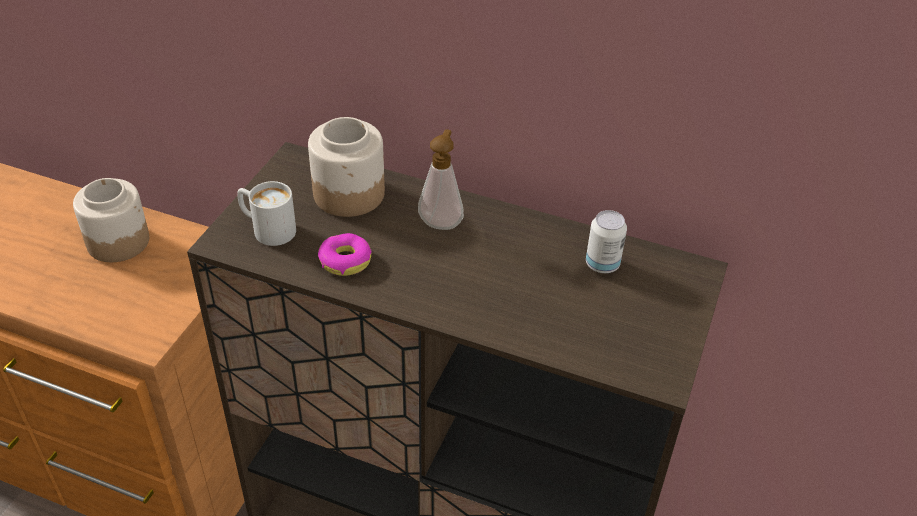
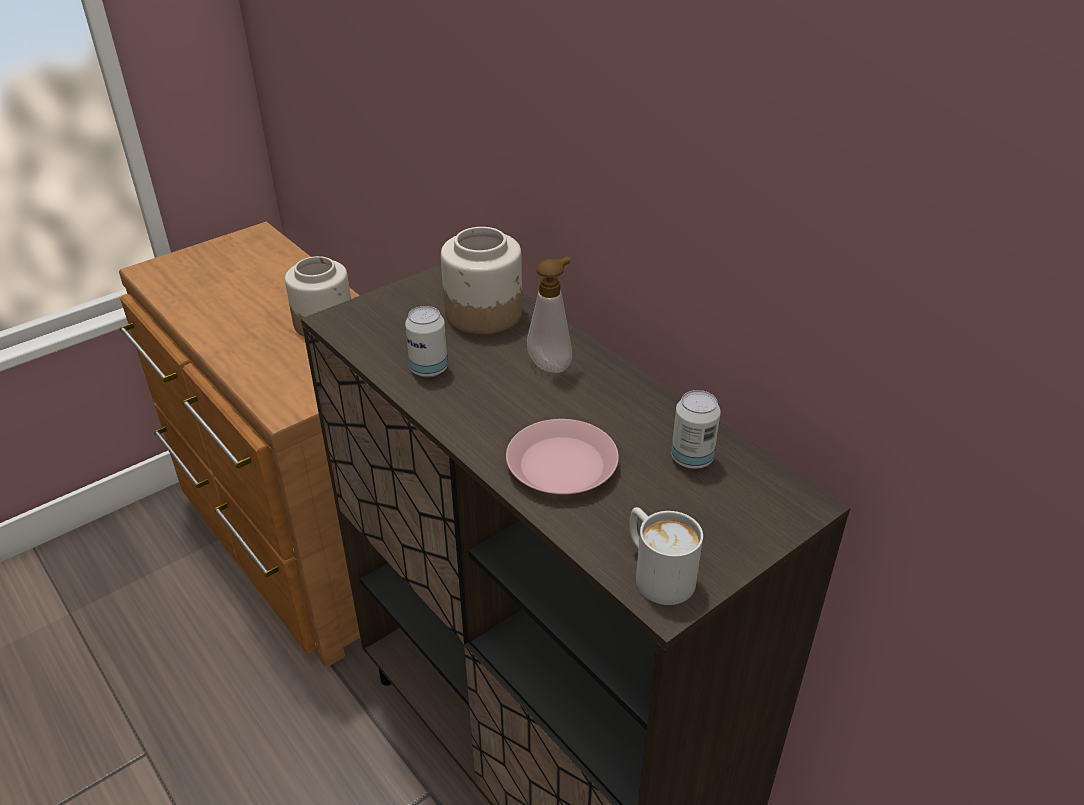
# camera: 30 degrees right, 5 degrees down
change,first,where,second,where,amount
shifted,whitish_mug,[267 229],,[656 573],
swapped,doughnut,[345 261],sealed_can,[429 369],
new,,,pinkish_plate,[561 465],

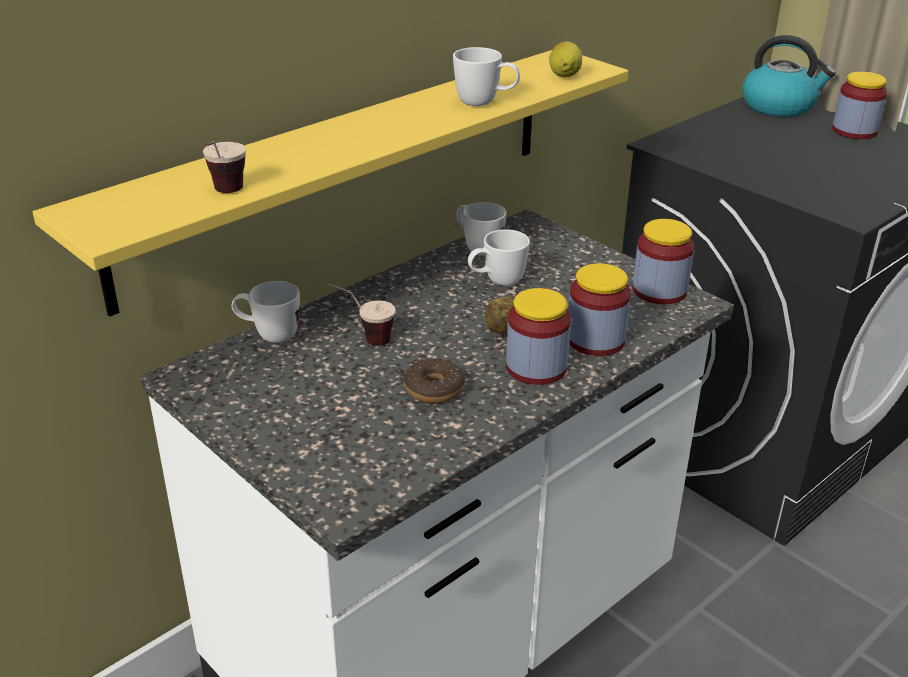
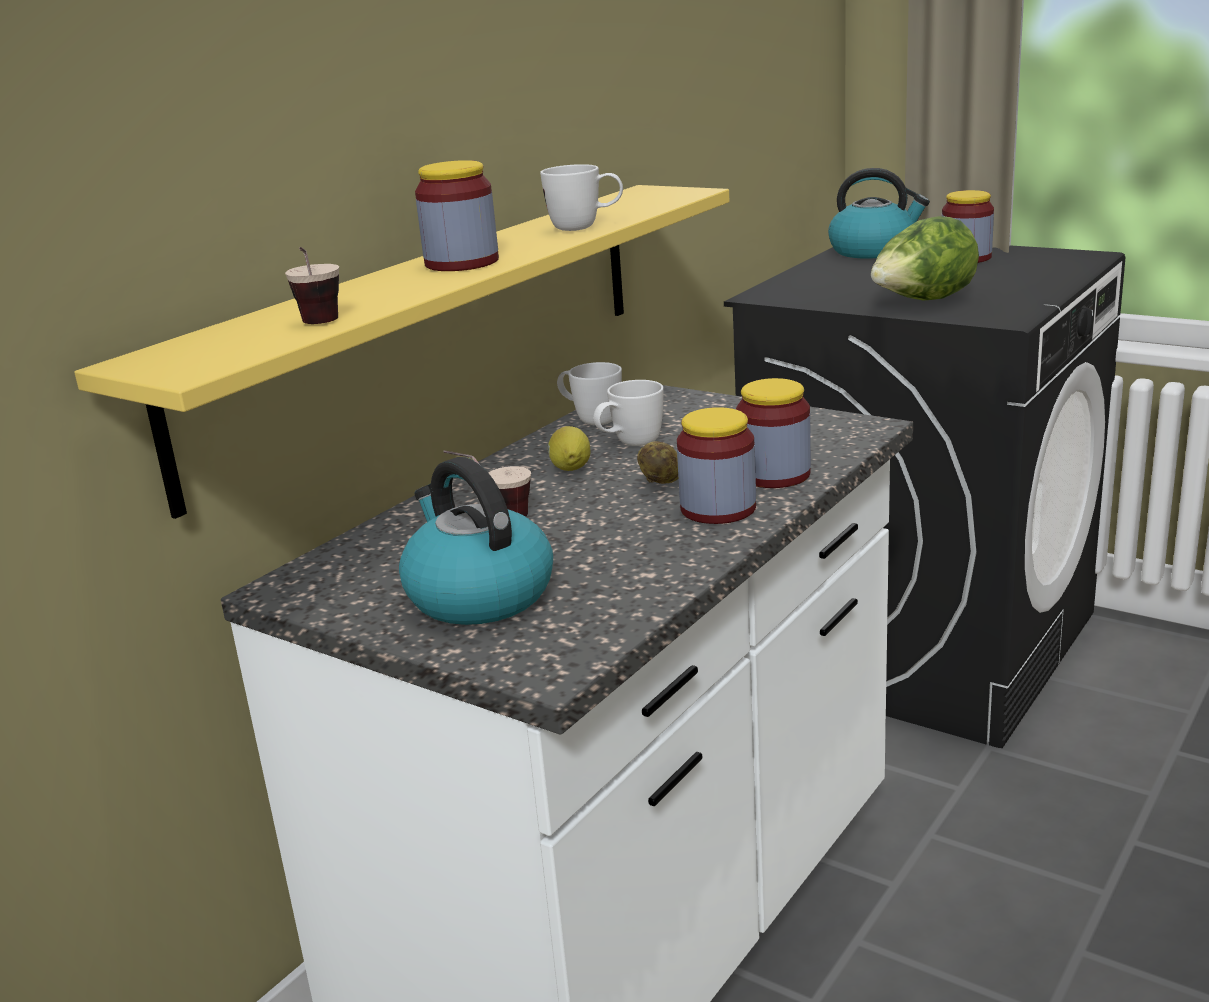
# camera: 10 degrees left, 10 degrees down
change,first,where,second,where,amount
shifted,citrus_fruit,[564 76],,[570 469],
shifted,storage_jar,[659 290],,[462 262],
gone,whitish_mug,[268 335],,,
gone,doughnut,[434 389],,,
new,,,lettuce_head,[922 302],
new,,,water_kettle,[477 595],

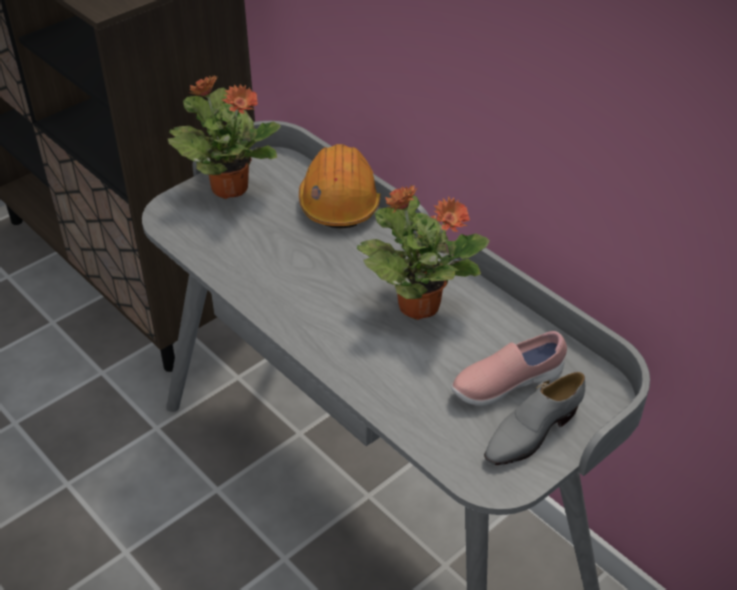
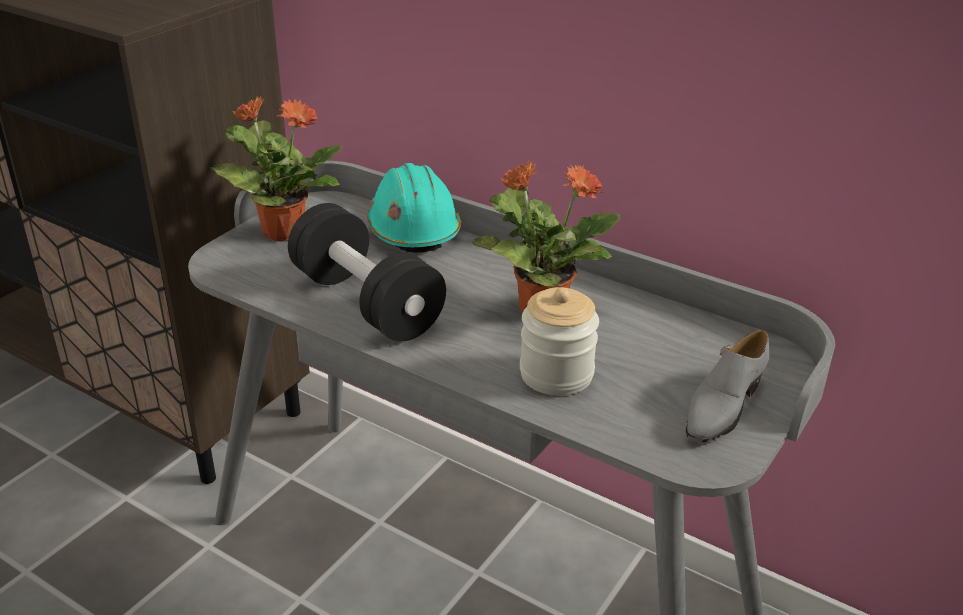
# camera: 15 degrees left, 10 degrees down
change,first,where,second,where,amount
repainted,orange-coloured_safety_helmet,[340 202],blue-green_safety_helmet,[413 229],
gone,pinkish_shoe,[506 384],,,
new,,,black-coloured_hand_weight,[366 302],
new,,,storage_jar,[556 374],

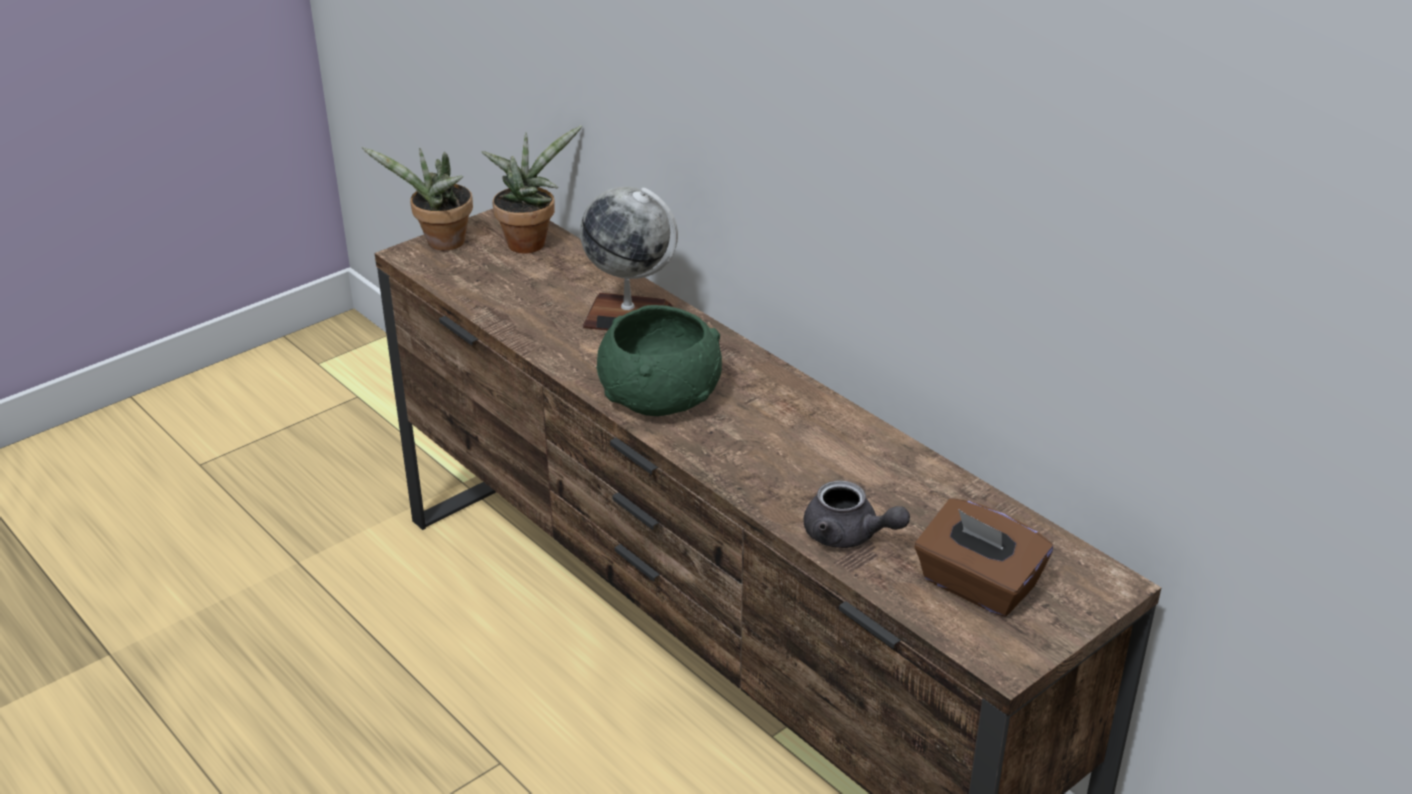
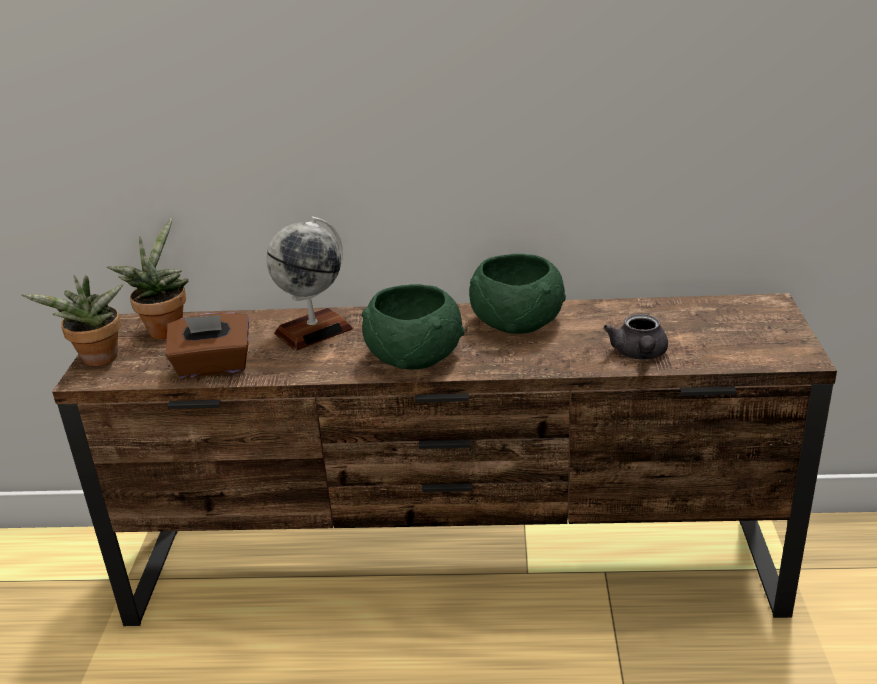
# camera: 45 degrees left, 5 degrees down
change,first,where,second,where,amount
rotated,greyish_teapot,[849 536],,[639 354],105 degrees clockwise
shifted,brown-coloured_box_of_tissues,[977 586],,[213 366],
new,,,green_deep_dish,[517 321],

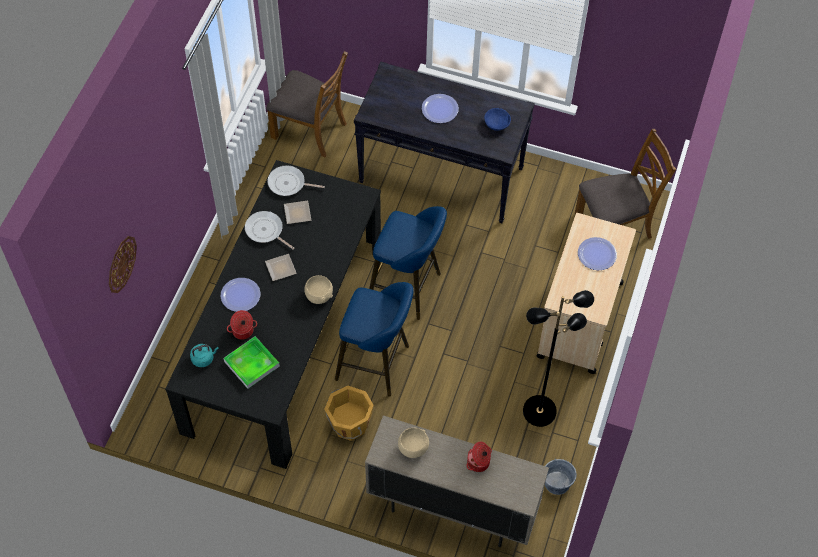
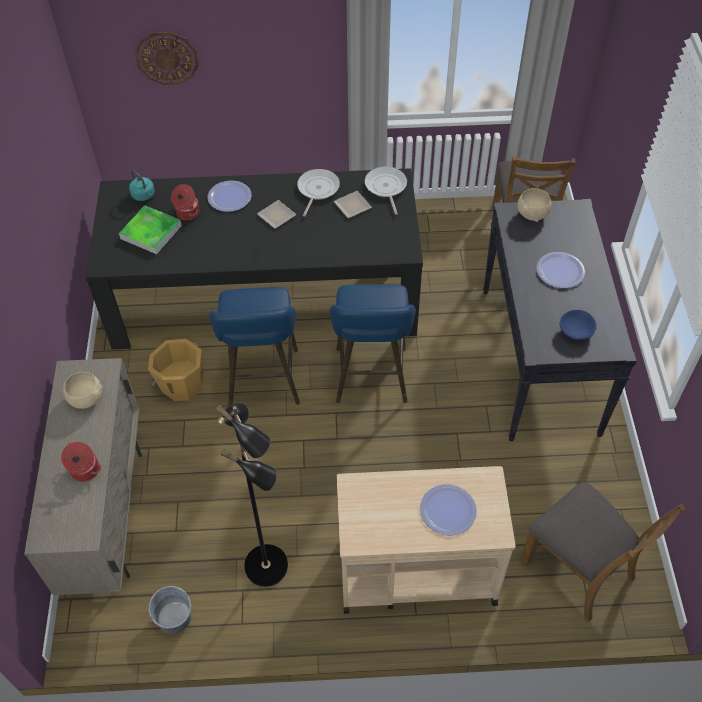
# camera: 70 degrees right, 5 degrees down
change,first,where,second,where,amount
shifted,sand-coloured_deep_dish,[319 295],,[533 214],

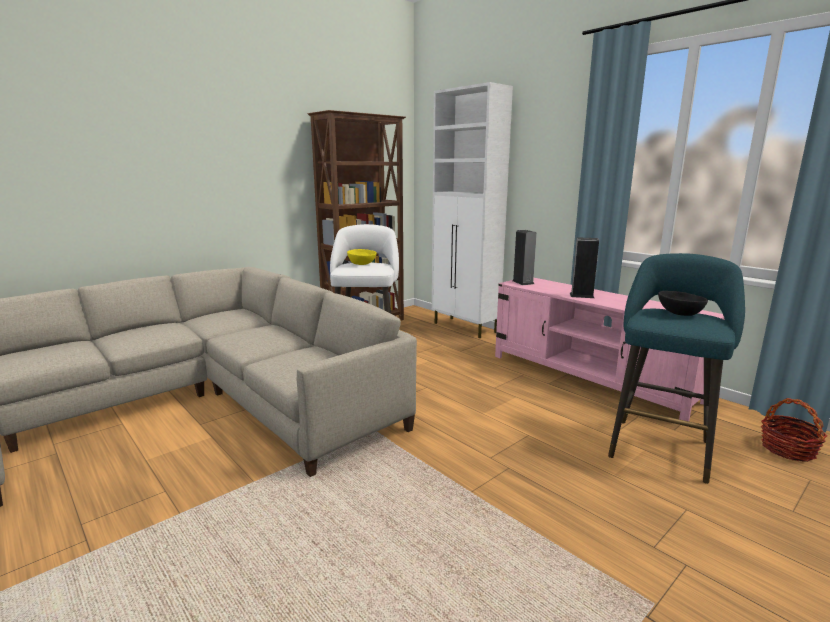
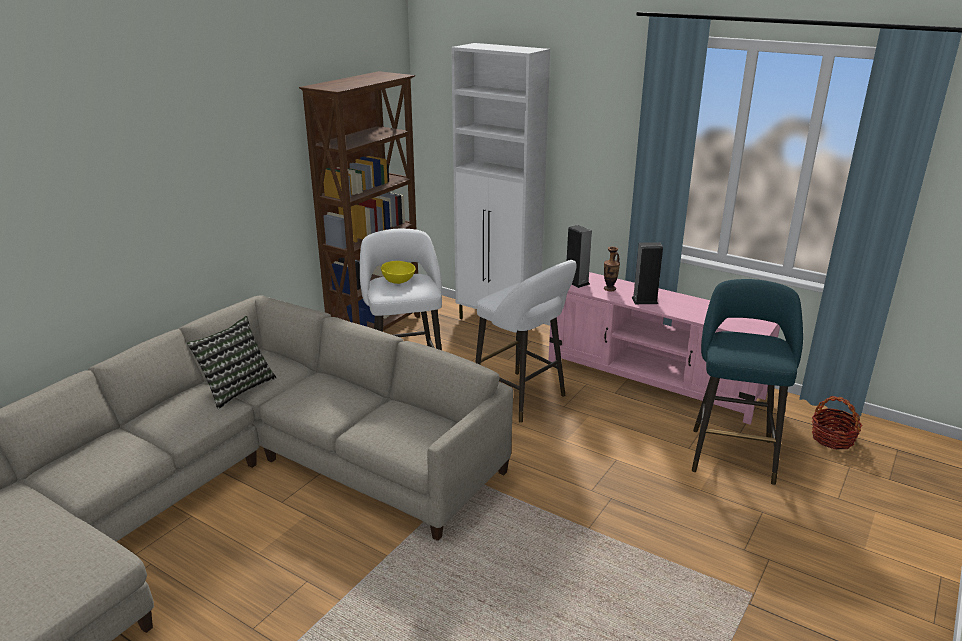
# camera: 15 degrees left, 10 degrees up
change,first,where,second,where,amount
gone,black-coloured_deep_dish,[679 313],,,
new,,,flower_vase,[609 289],
new,,,whitish_stool_seat,[523 398],
new,,,throw_pillow,[236 388],

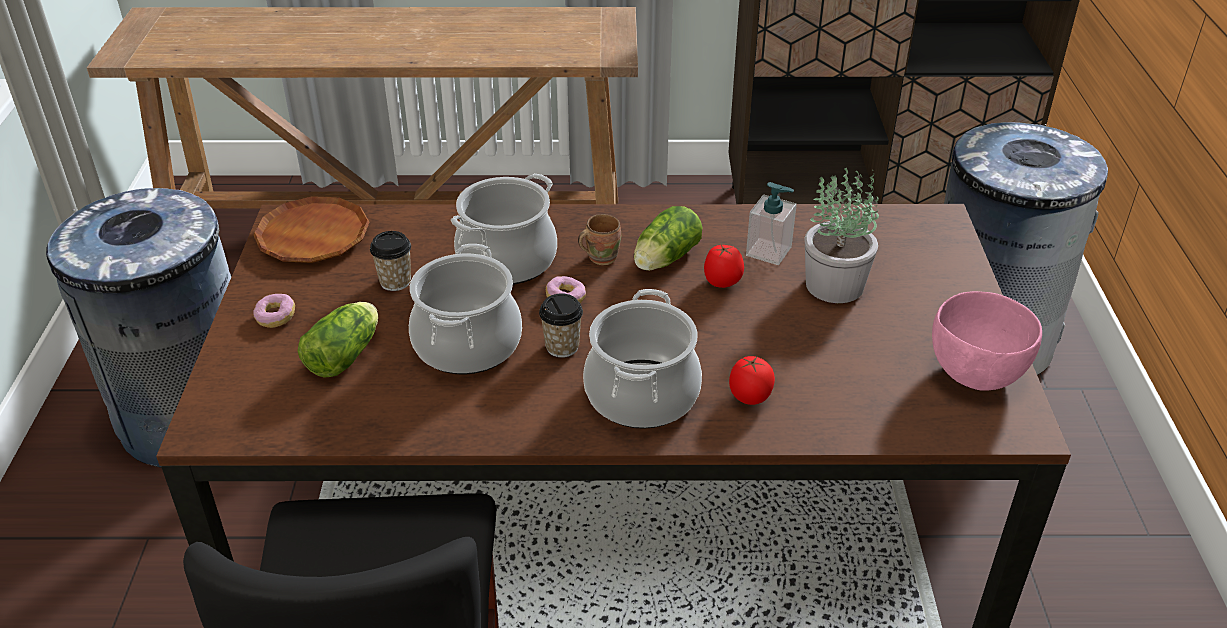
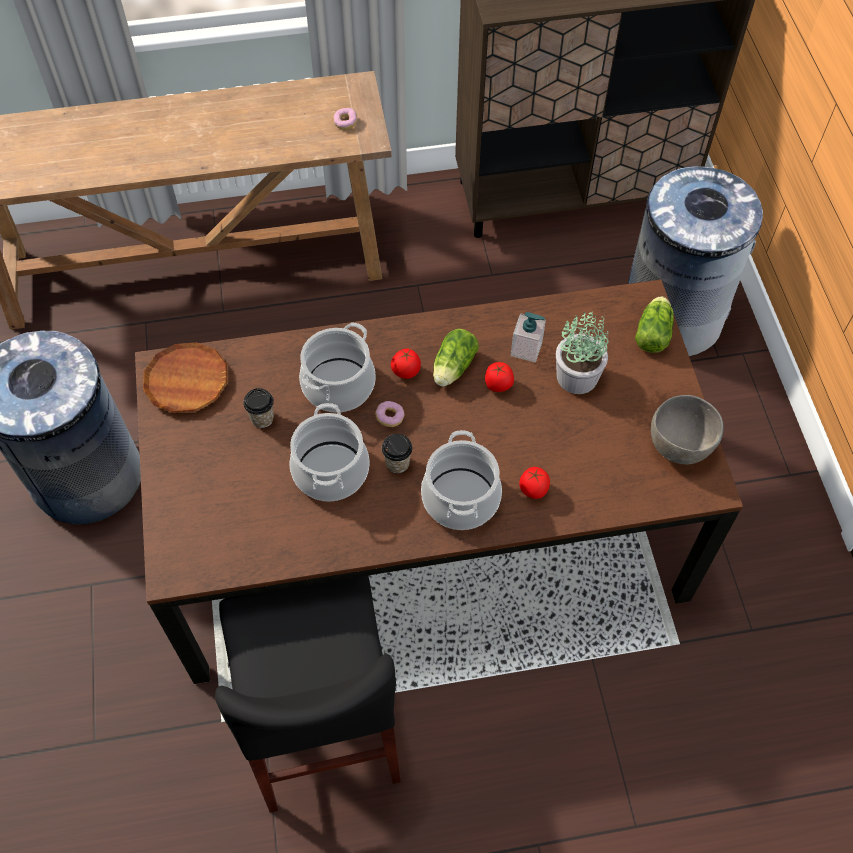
# camera: 10 degrees left, 20 degrees up
change,first,where,second,where,amount
swapped,brown-coloured_mug,[600 257],fresh_tomato,[405 372],
repainted,pinkish_deep_dish,[974 374],greyish_deep_dish,[678 446],
shifted,doughnut,[276 317],,[345 123],
shifted,lettuce_head,[346 354],,[653 332],

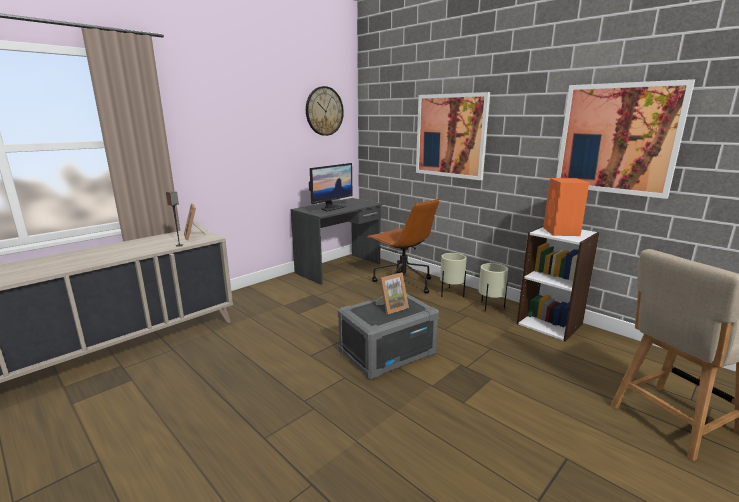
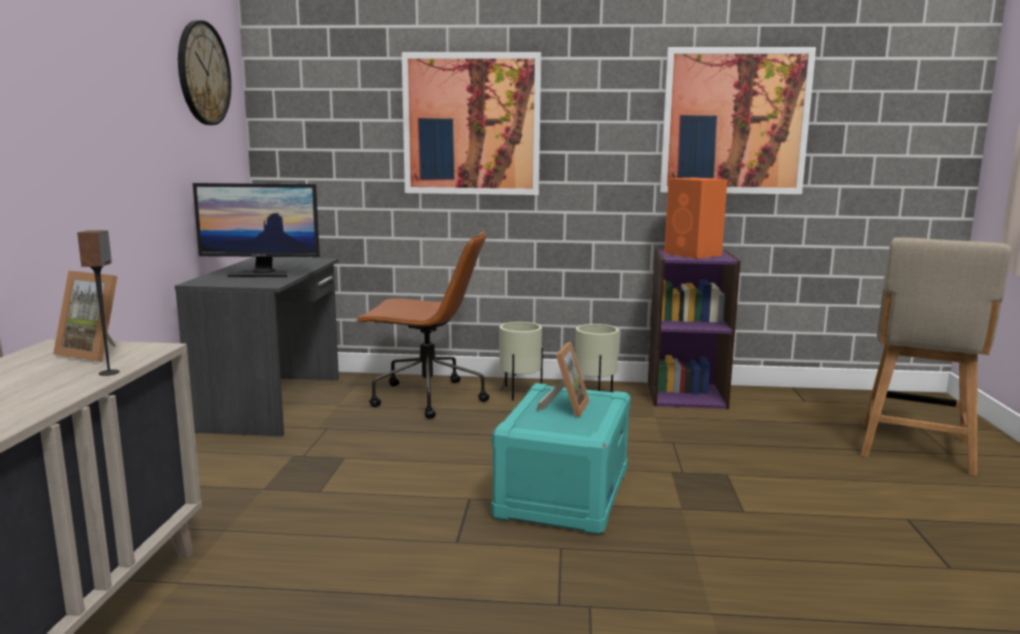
# camera: 40 degrees left, 5 degrees down
change,first,where,second,where,amount
rotated,computer_screen,[331 208],,[262 274],90 degrees clockwise
repainted,whitish_bookcase,[550 324],purplish_bookcase,[686 395],
repainted,greyish_storage_bin,[387 352],blue-green_storage_bin,[562 493],

